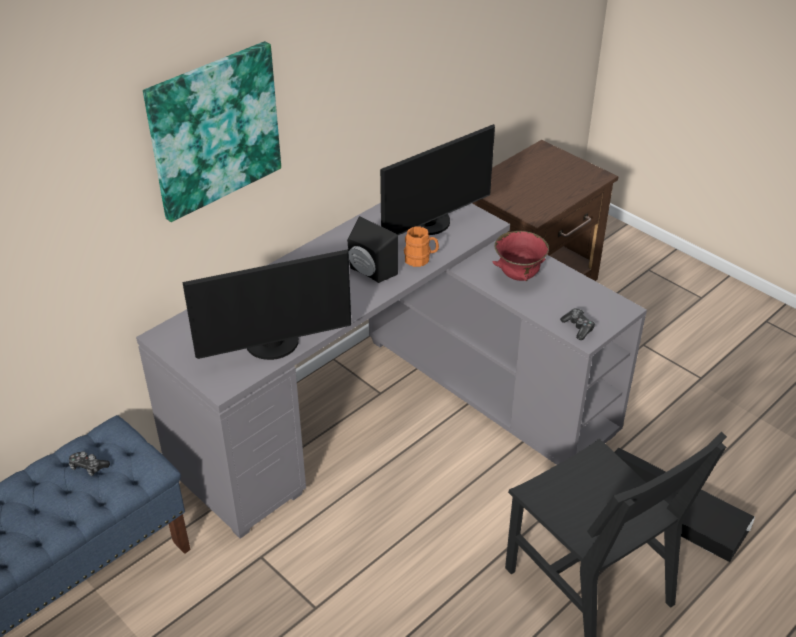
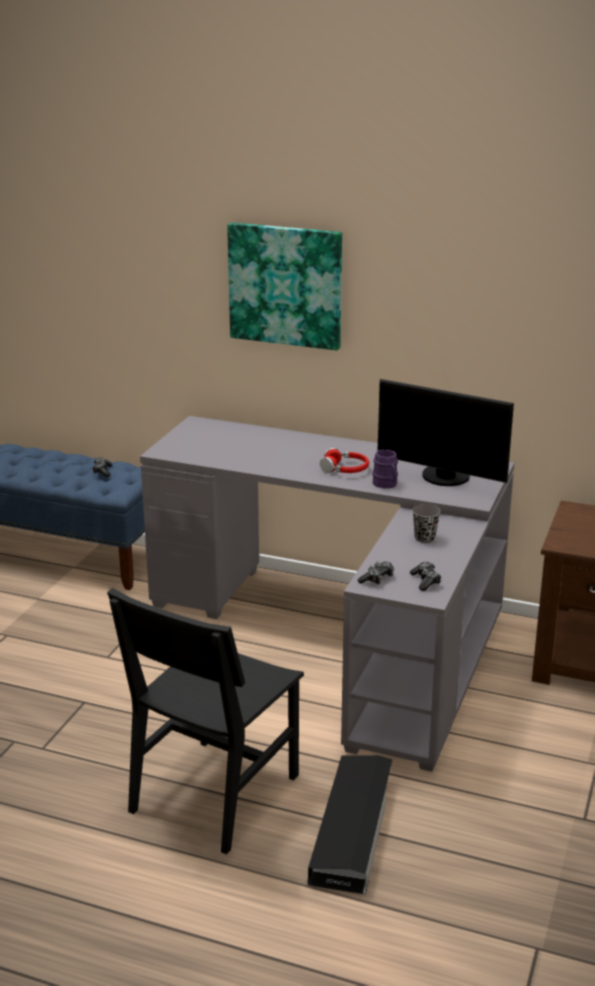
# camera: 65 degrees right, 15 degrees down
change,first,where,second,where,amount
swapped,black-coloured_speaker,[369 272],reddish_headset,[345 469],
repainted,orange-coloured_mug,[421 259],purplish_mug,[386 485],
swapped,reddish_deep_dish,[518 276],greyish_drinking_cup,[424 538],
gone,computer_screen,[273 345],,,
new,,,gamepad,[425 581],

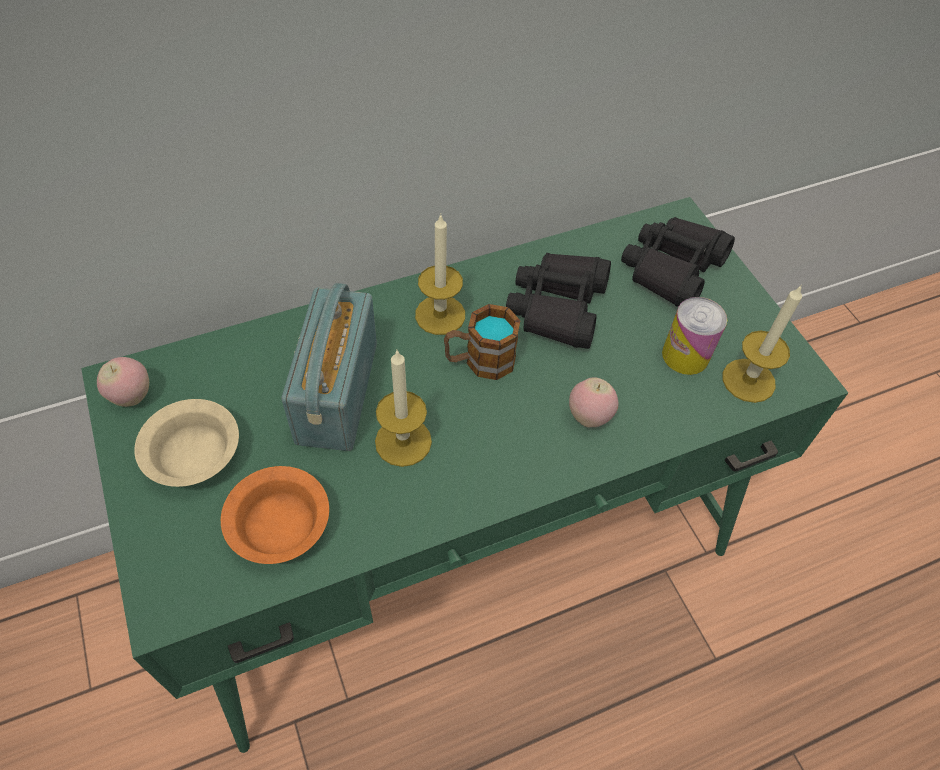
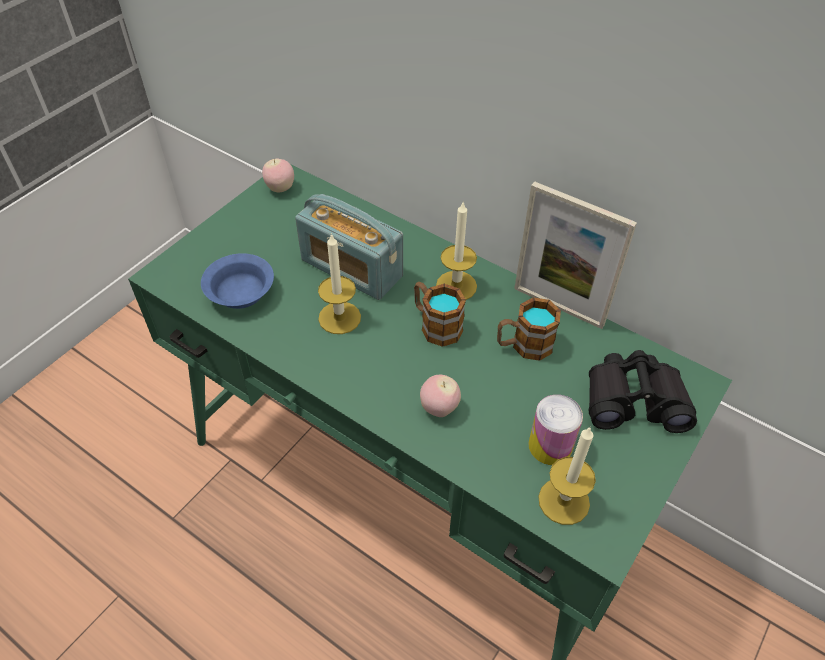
# camera: 60 degrees right, 5 degrees down
change,first,where,second,where,amount
swapped,black-coloured_binoculars,[557 307],mug,[524 345],
rotated,radio_receiver,[336 392],,[351 268],120 degrees counterclockwise
gone,sand-coloured_deep_dish,[192 454],,,
repainted,orange-coloured_deep_dish,[277 527],bluish_deep_dish,[239 292],
new,,,picture_frame,[558 306],

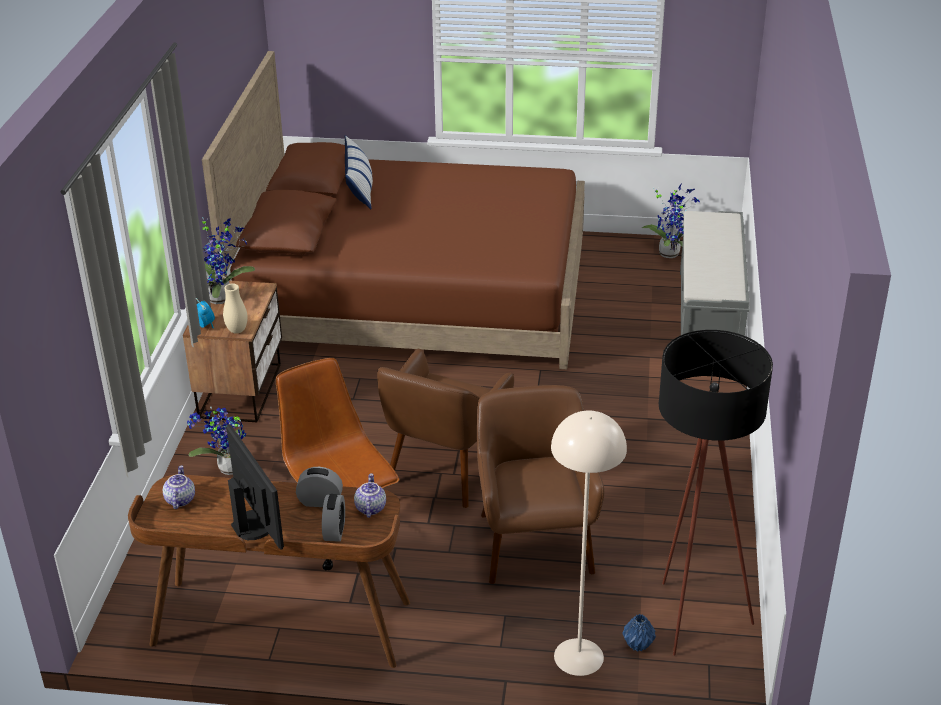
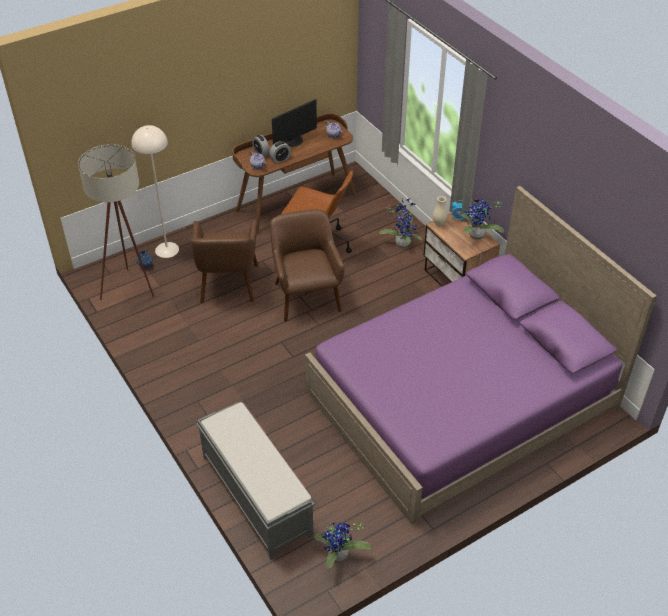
# camera: 140 degrees right, 10 degrees up
change,first,where,second,where,amount
repainted,brown-coloured_sleeping_bed,[414 292],purplish_sleeping_bed,[462 401],
gone,throw_pillow,[359 188],,,
repainted,black-coloured_standing_lamp,[690 612],sand-coloured_standing_lamp,[132 290],
rotated,brown-coloured_lounge_chair,[534 542],,[228 284],45 degrees clockwise
rotated,computer_screen,[255 524],,[293 141],60 degrees counterclockwise

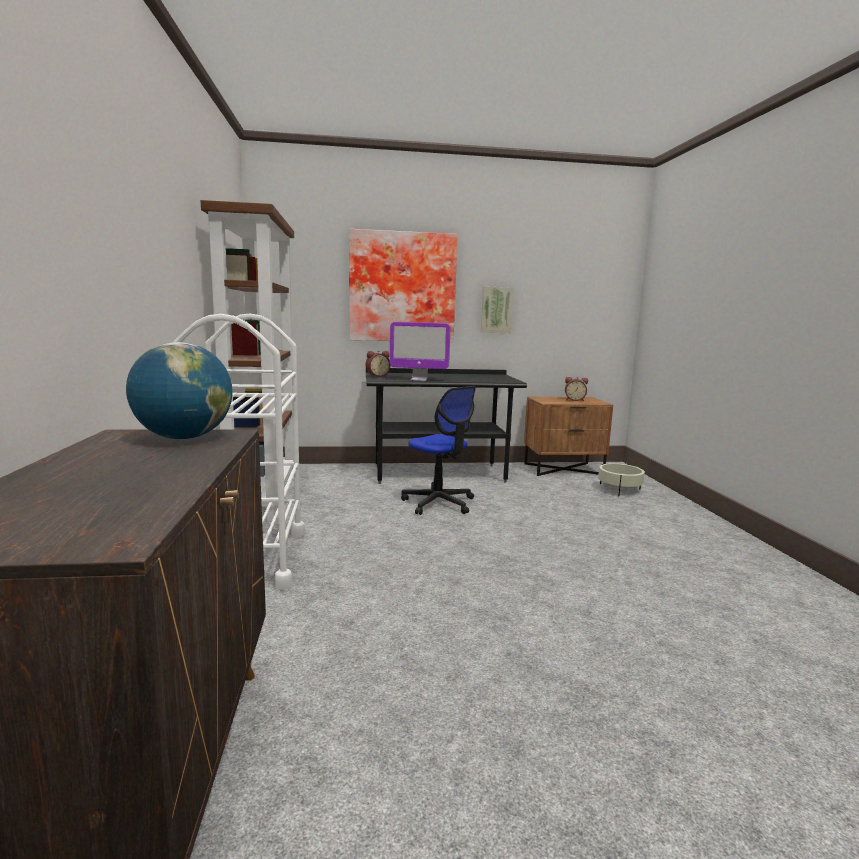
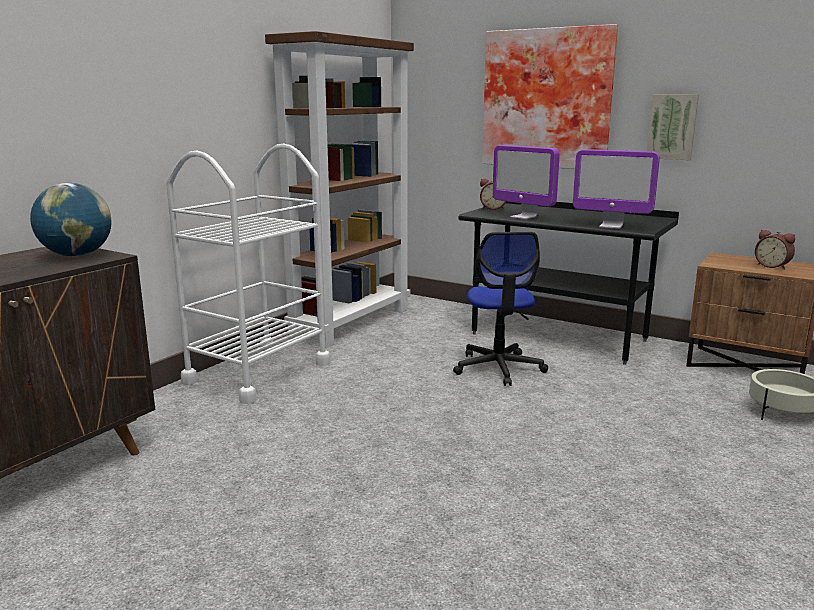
# camera: 40 degrees right, 5 degrees up
change,first,where,second,where,amount
new,,,computer_screen,[611 226],

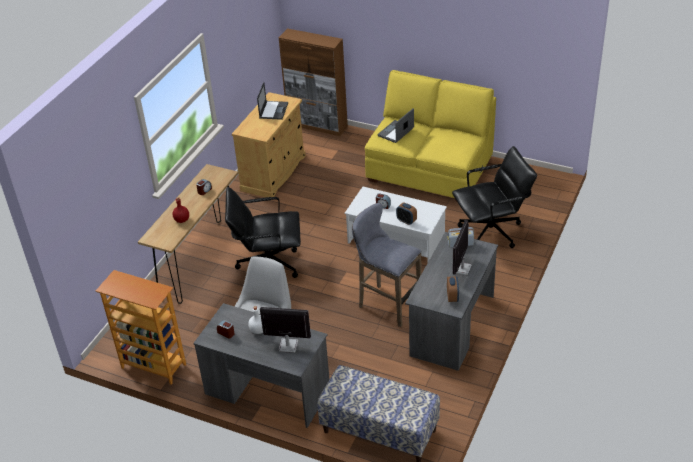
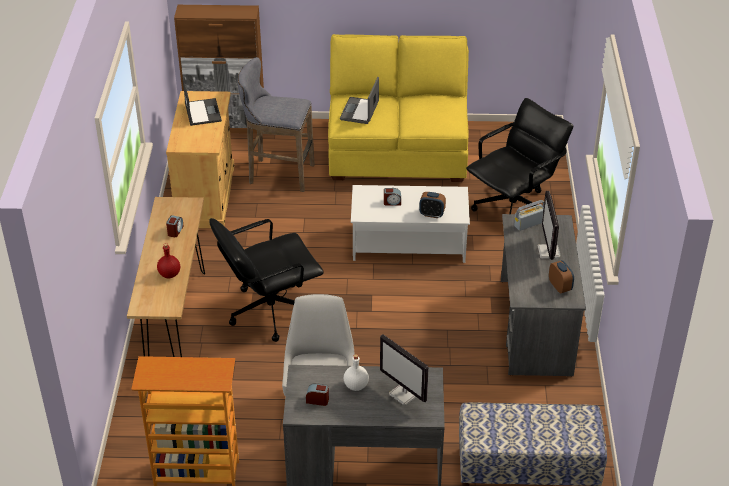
# camera: 25 degrees left, 0 degrees up
change,first,where,second,where,amount
shifted,greyish_stool_seat,[387 304],,[278 174],
rotated,computer_screen,[287 345],,[404 394],120 degrees counterclockwise

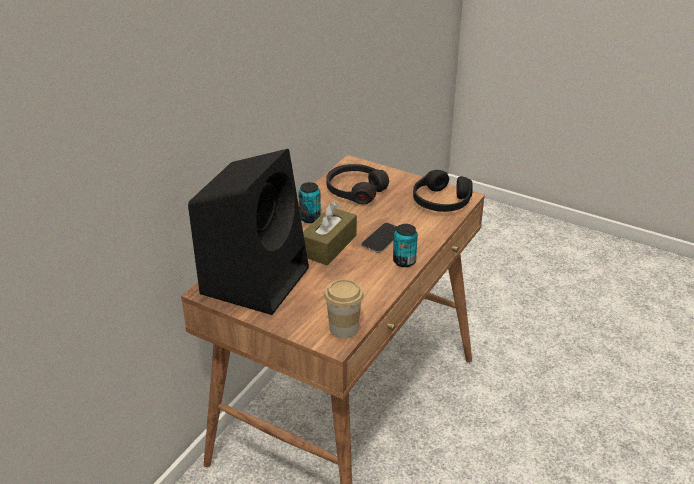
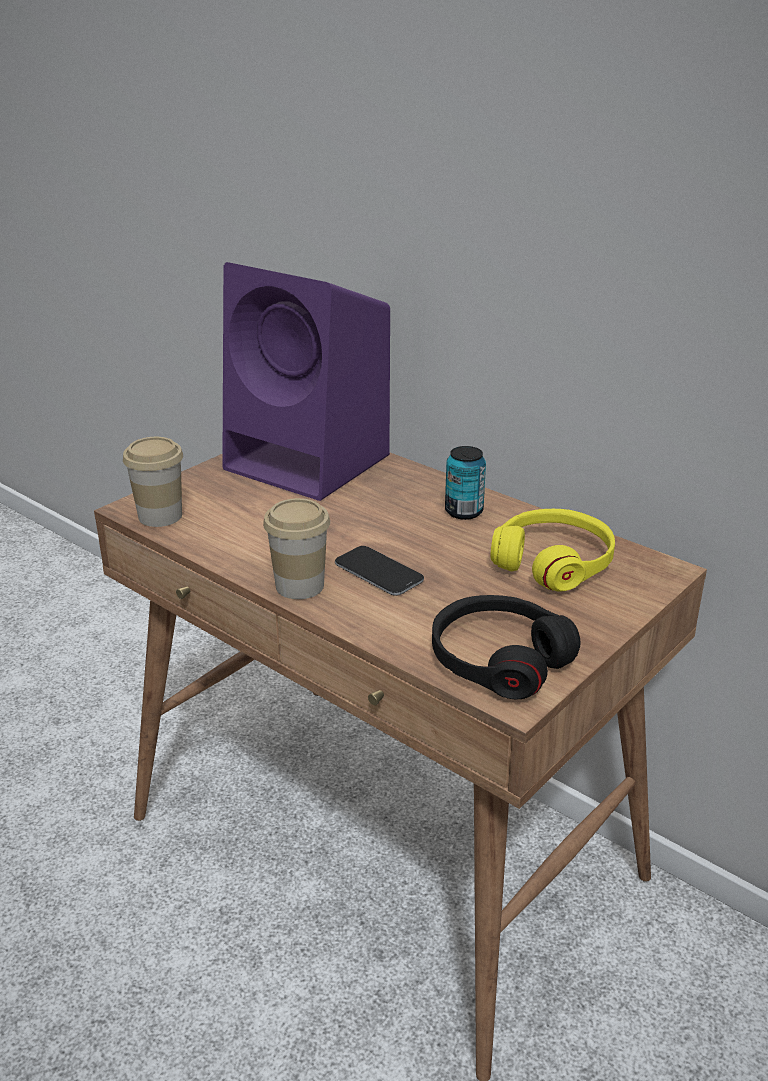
# camera: 100 degrees right, 5 degrees down
change,first,where,second,where,amount
repainted,black-coloured_speaker,[255 278],purplish_speaker,[311 463],
repainted,black-coloured_headset,[355 190],yellow-coloured_headset,[553 562],
gone,brown-coloured_box_of_tissues,[328 246],,,
swapped,sealed_can,[404 261],drinking_cup,[299 586],

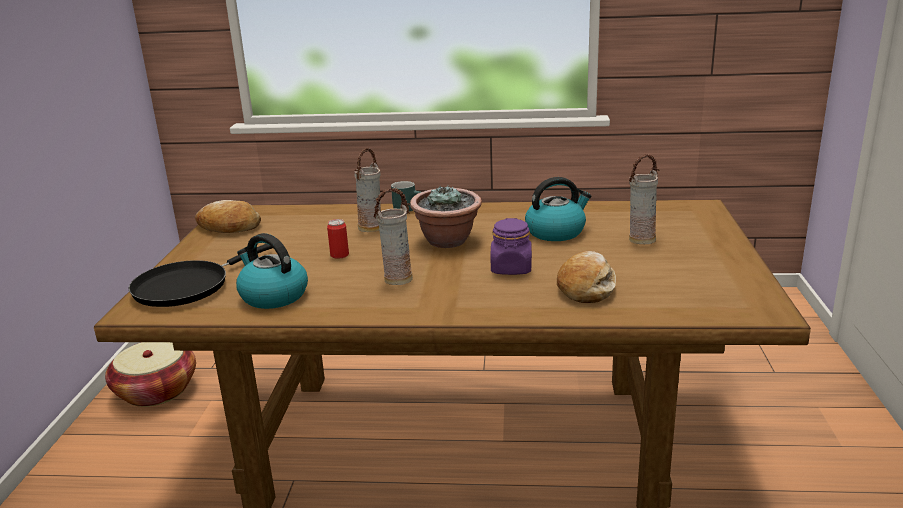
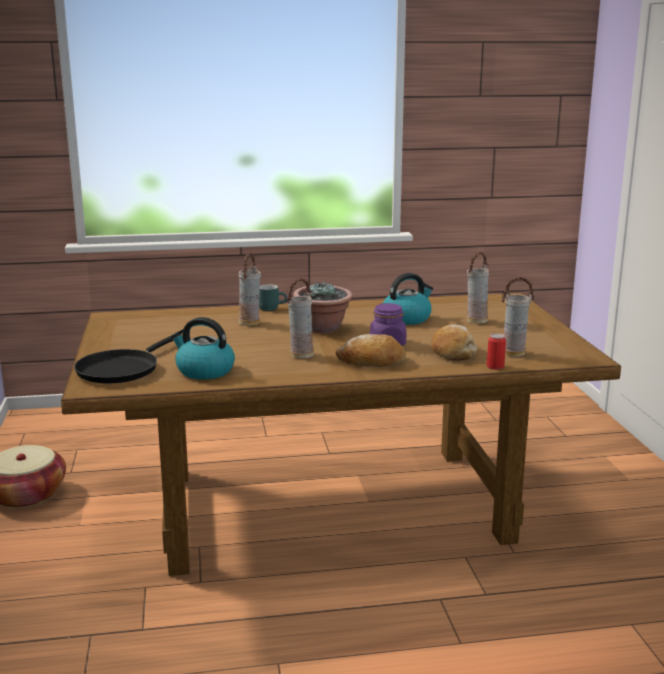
# camera: 15 degrees left, 5 degrees down
change,first,where,second,where,amount
shifted,bakery_bread,[229 227],,[372 361],
shifted,sealed_can,[339 255],,[495 366],
new,,,flower_vase,[513 353],

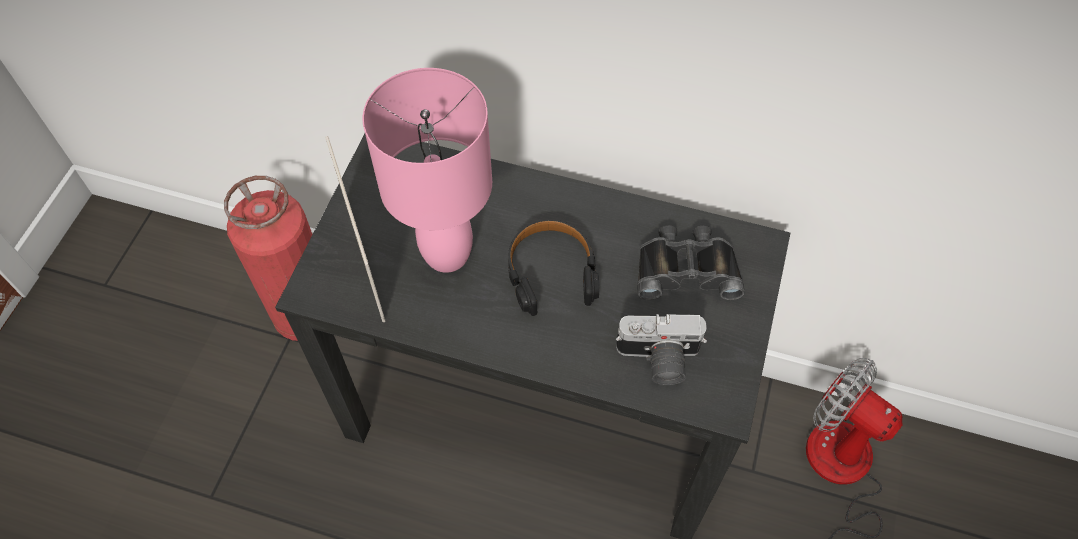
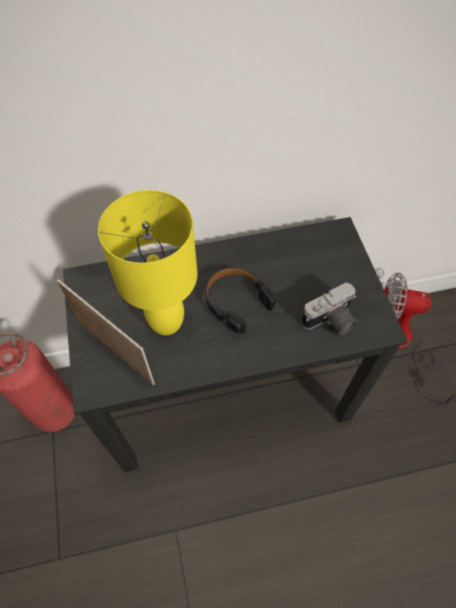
# camera: 30 degrees left, 0 degrees up
change,first,where,second,where,amount
repainted,pinkish_table_lamp,[449 254],yellow-coloured_table_lamp,[167 321],
gone,black-coloured_binoculars,[686 269],,,

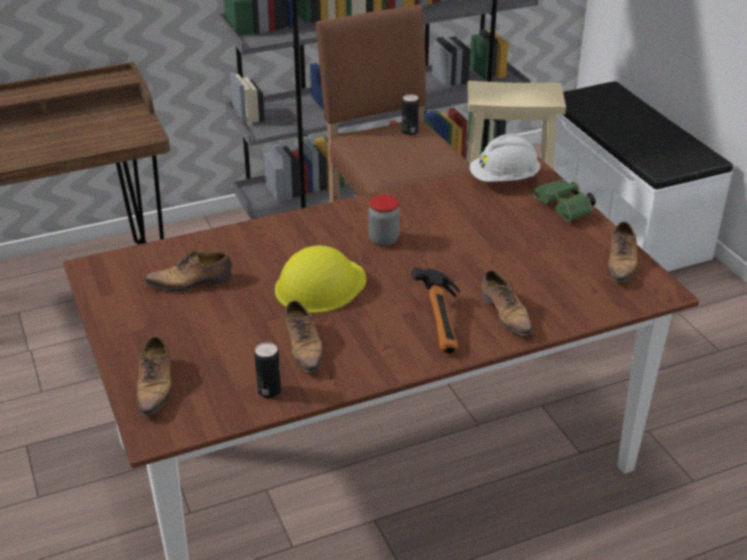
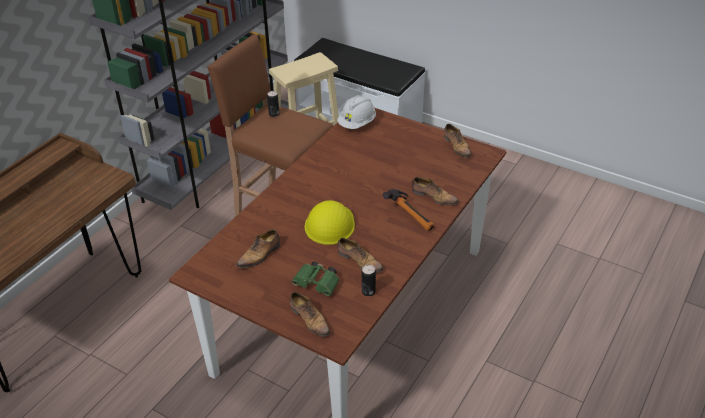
# camera: 35 degrees left, 5 degrees up
change,first,where,second,where,amount
shifted,green_binoculars,[565 210],,[318 284],
gone,storage_jar,[383 240],,,

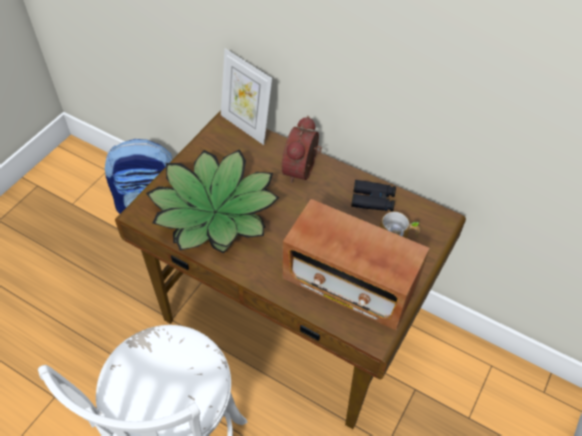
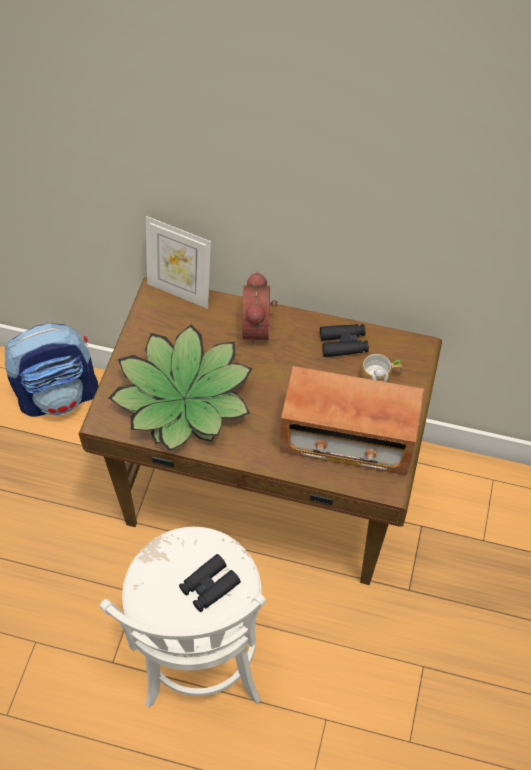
# camera: 15 degrees left, 5 degrees up
change,first,where,second,where,amount
new,,,black-coloured_binoculars,[209 586],

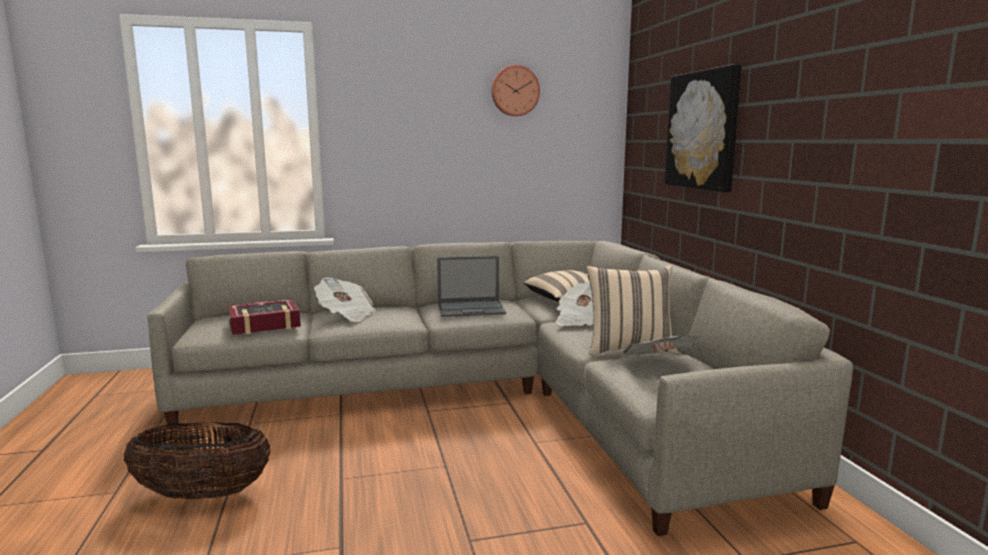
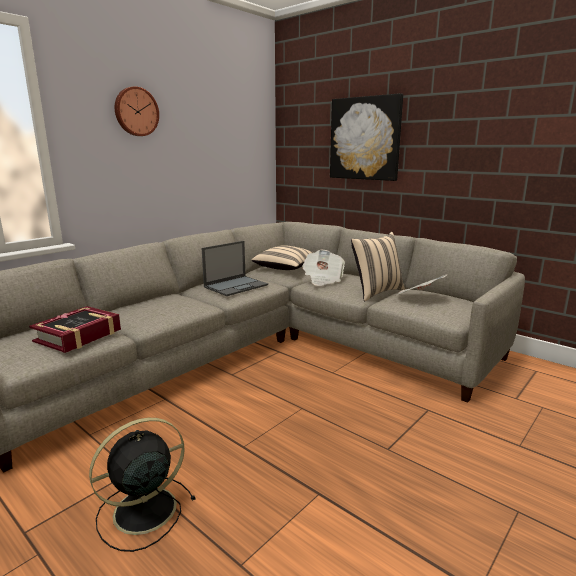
# camera: 35 degrees left, 5 degrees up
change,first,where,second,where,amount
shifted,hanging_clock,[515 91],,[136 112],
gone,daily_paper,[346 315],,,
swapped,basket,[202 494],black-coloured_cooling_fan,[142 511],

